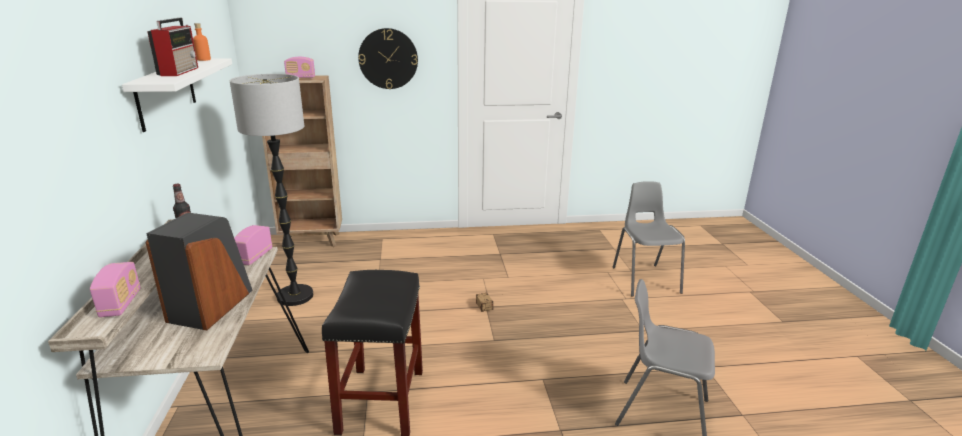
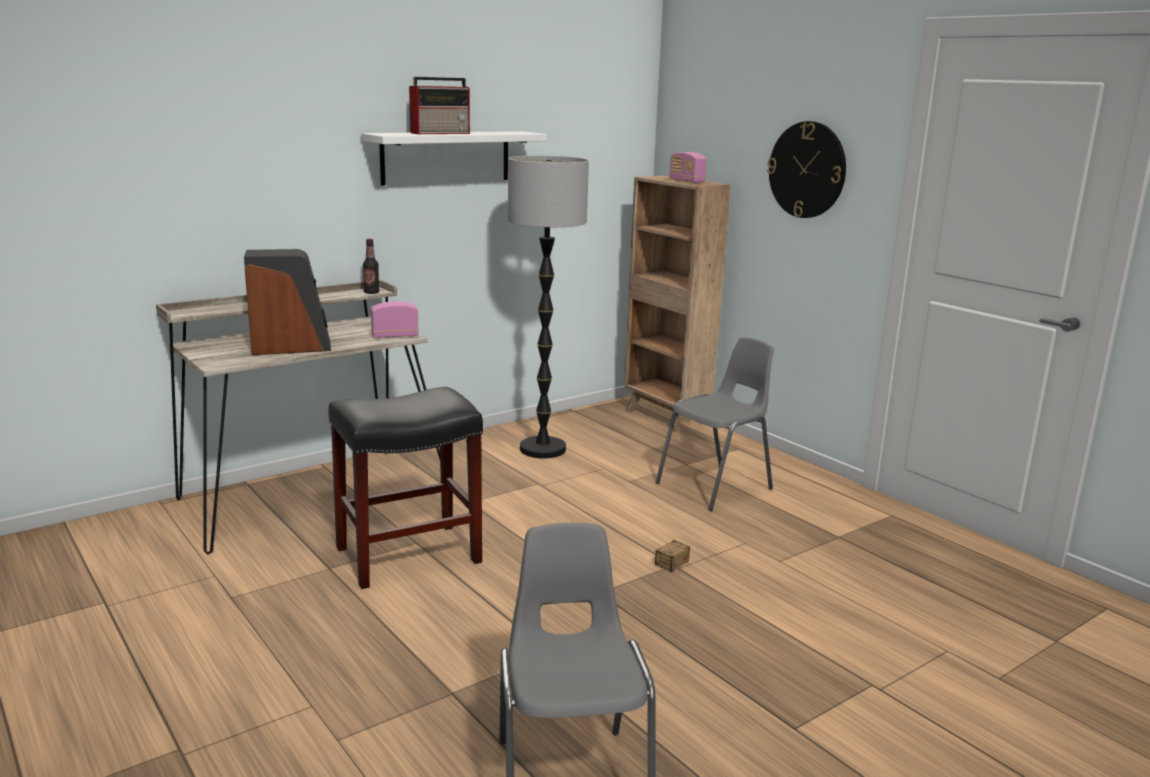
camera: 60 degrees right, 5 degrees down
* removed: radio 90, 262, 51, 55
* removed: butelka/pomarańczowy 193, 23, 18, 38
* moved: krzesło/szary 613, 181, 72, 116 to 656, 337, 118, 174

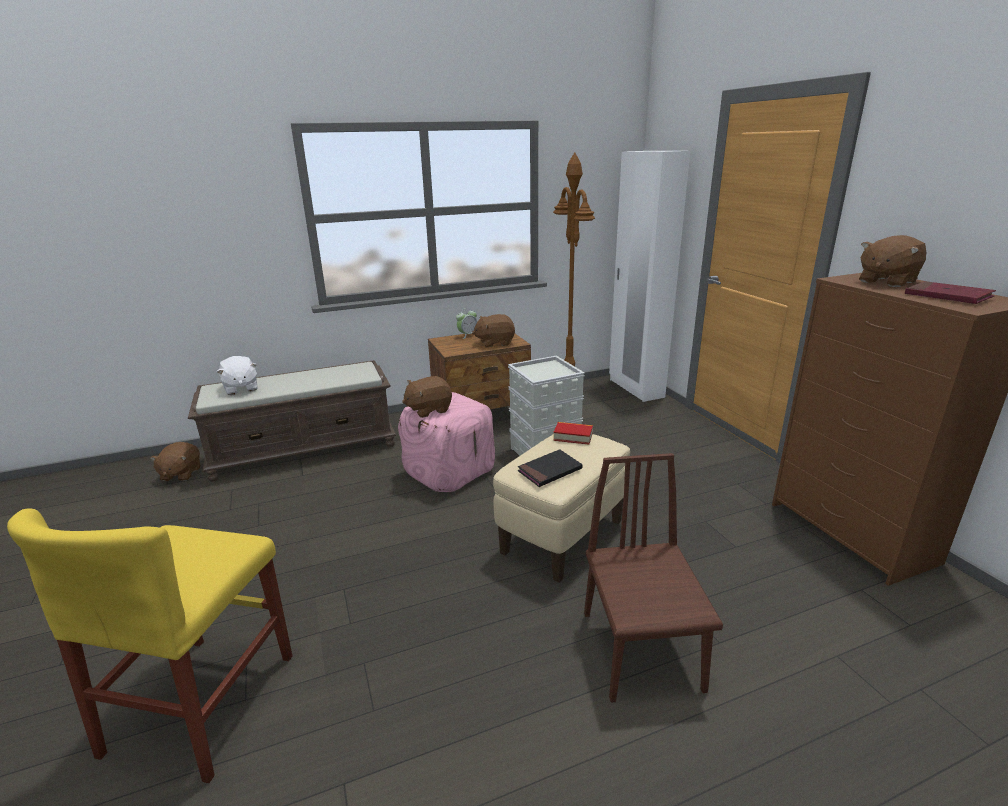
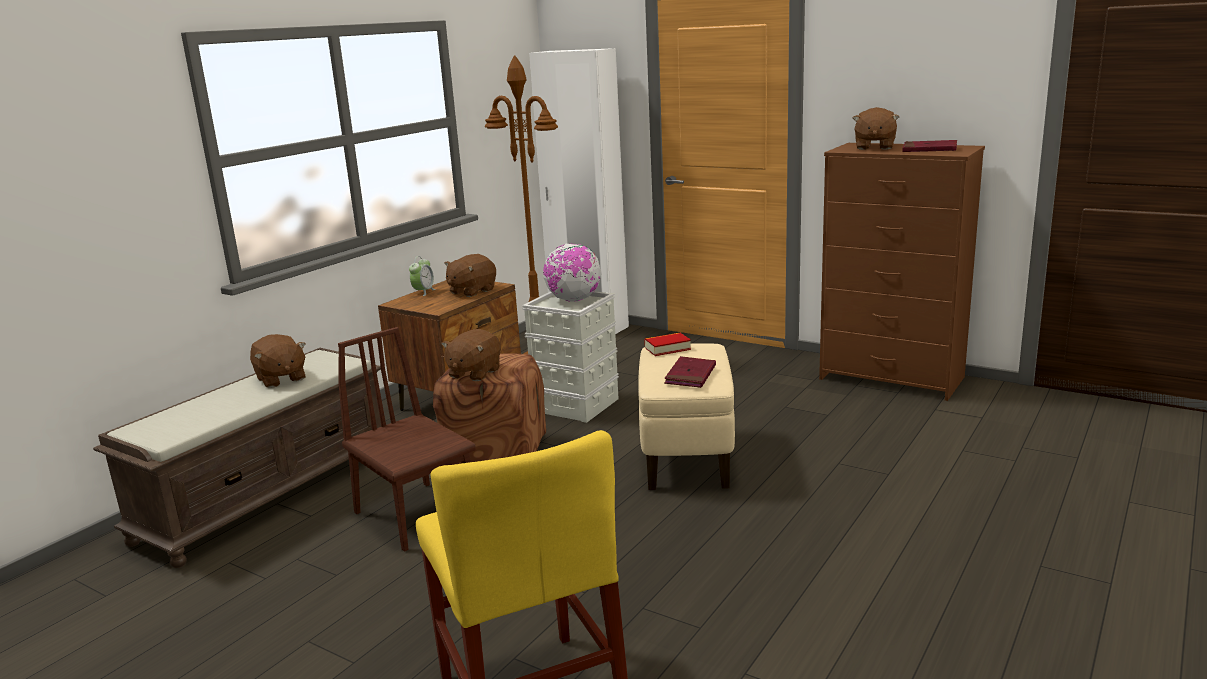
camera: 35 degrees left, 5 degrees down
* removed: pluszak/biały 217, 356, 40, 39
* added: globus 543, 244, 59, 57
* moved: pluszak/brązowy 150, 442, 50, 39 to 250, 334, 56, 54
* moved: krzesło/brązowy 584, 453, 139, 250 to 338, 327, 138, 225
* recoloured: pufa/różowy 398, 392, 97, 100 to pufa/brązowy 433, 353, 113, 112
* recoloured: książka/czarny 518, 449, 64, 38 to książka/czerwony 664, 356, 52, 32

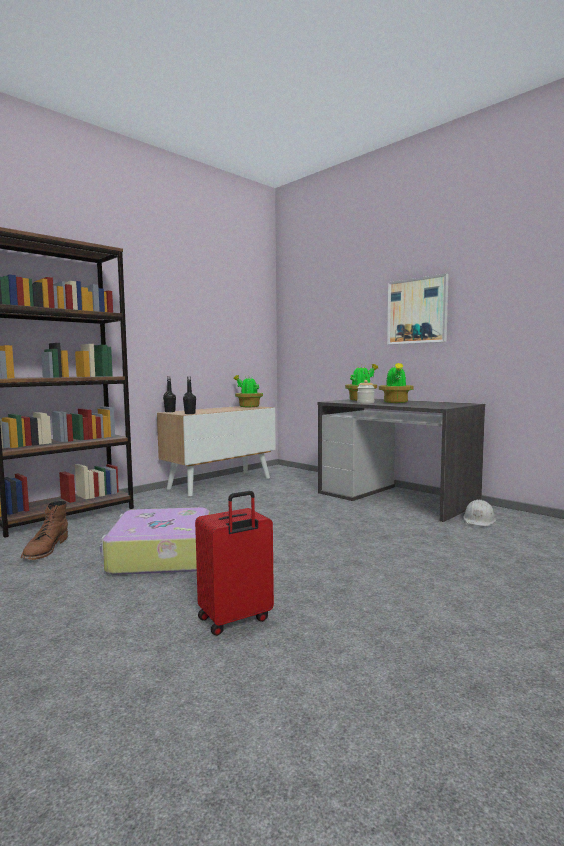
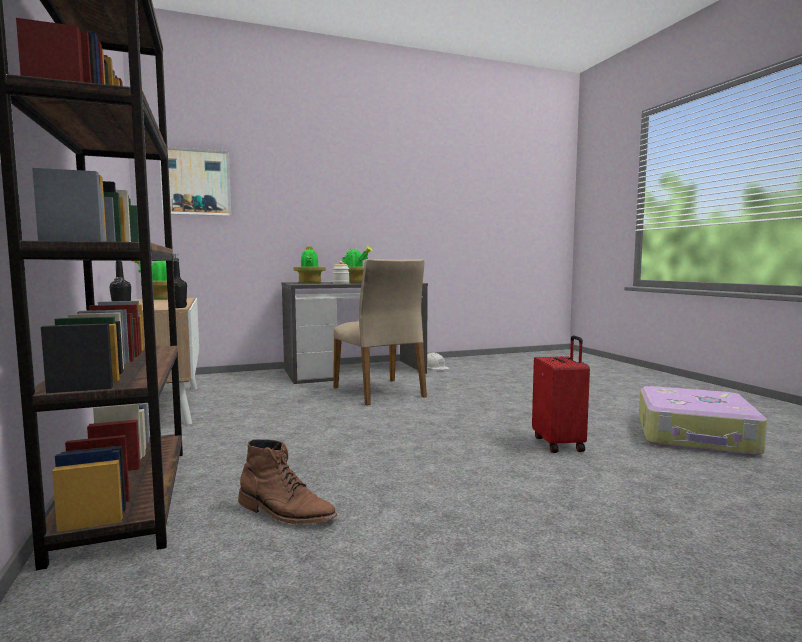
camera: 65 degrees left, 0 degrees up
* added: krzesło/beżowy 333, 259, 94, 146
* moved: walizka 100, 507, 110, 68 to 639, 386, 128, 70
* moved: obraz 387, 273, 62, 72 to 160, 147, 71, 69

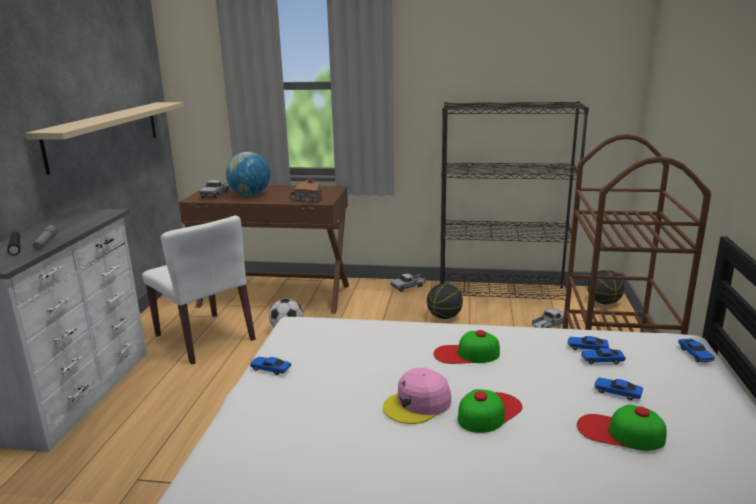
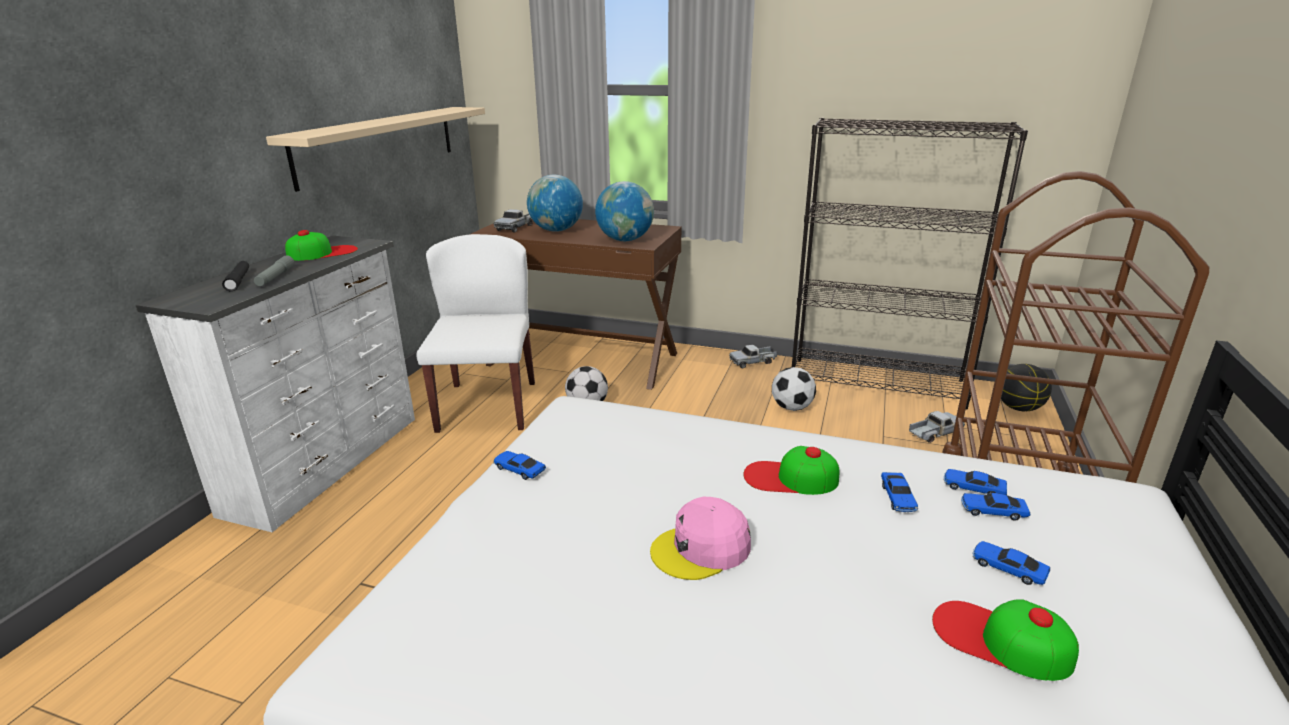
camera: 10 degrees right, 5 degrees up
* moved: czapka z daszkiem 458, 389, 65, 44 to 285, 230, 73, 31
* moved: samochodzik 678, 338, 37, 24 to 881, 472, 37, 40
* replaced: domek 290, 178, 32, 25 to globus 595, 181, 59, 60
* replaced: piłka do koszykówki 427, 283, 36, 36 to piłka futbolowa 772, 367, 44, 44
* turned: krzesło/biały 142, 215, 114, 150 = 416, 234, 119, 199 150 degrees counterclockwise

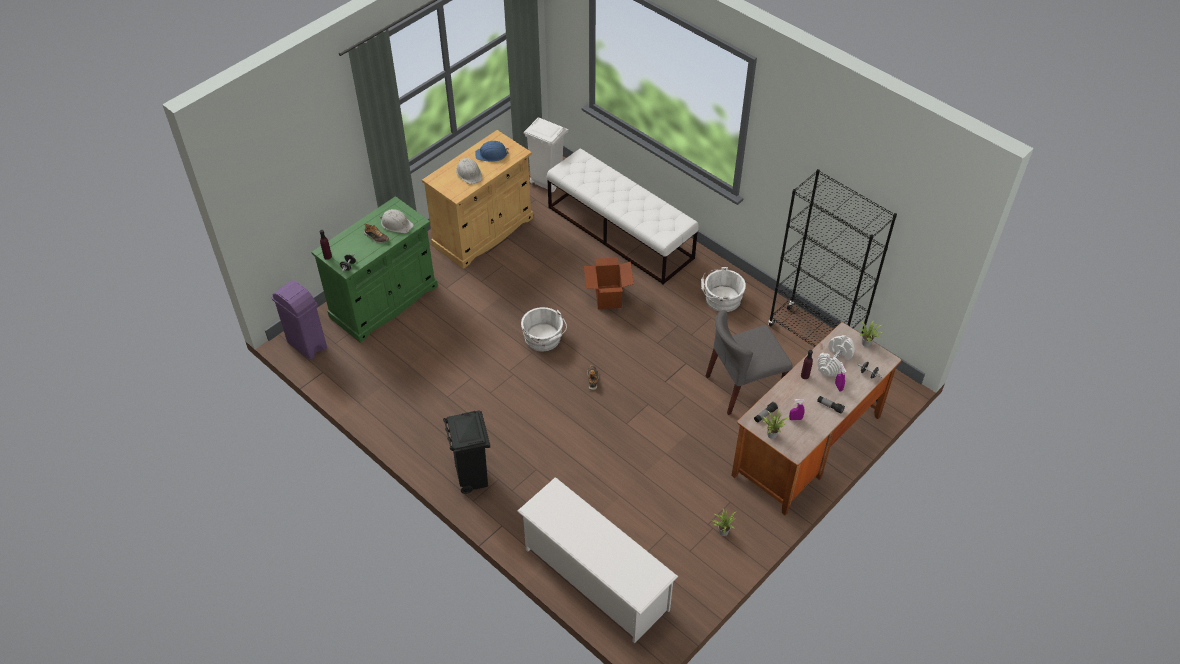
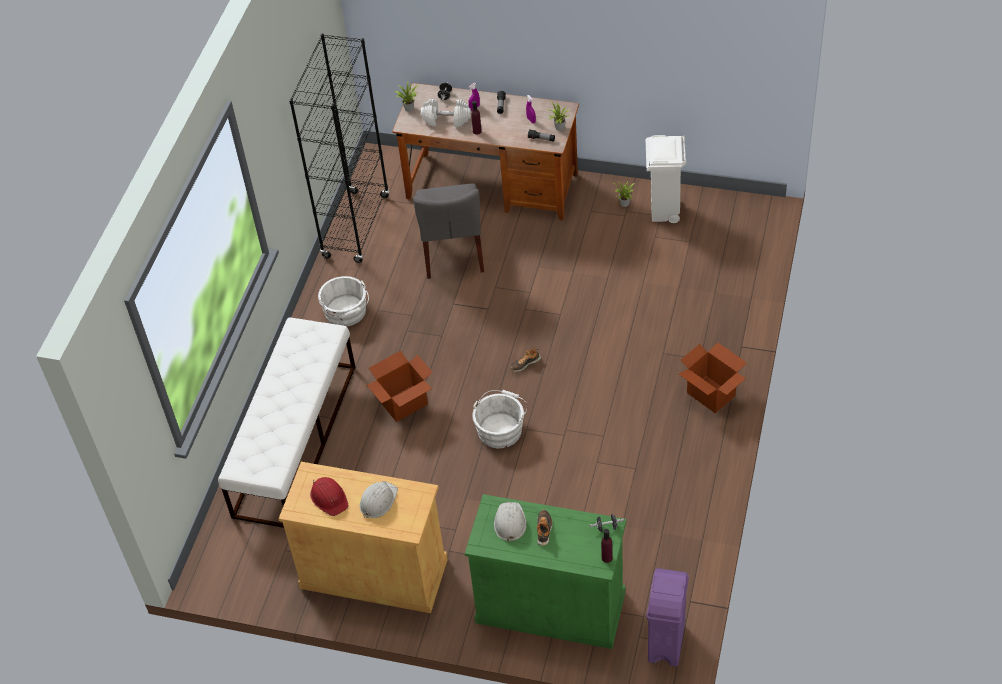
camera: 115 degrees left, 0 degrees up
* removed: regał na buty/biały 517, 477, 161, 167
* moved: kosz na śmieci/biały 524, 118, 44, 74 to 646, 135, 40, 88
* replaced: kosz na śmieci/czarny 443, 411, 47, 83 to karton 679, 343, 68, 70
* recoloured: kask/niebieski 475, 141, 34, 21 to kask/czerwony 310, 477, 39, 39
* turned: krzesło/szary 706, 310, 87, 105 = 413, 183, 71, 96 45 degrees clockwise

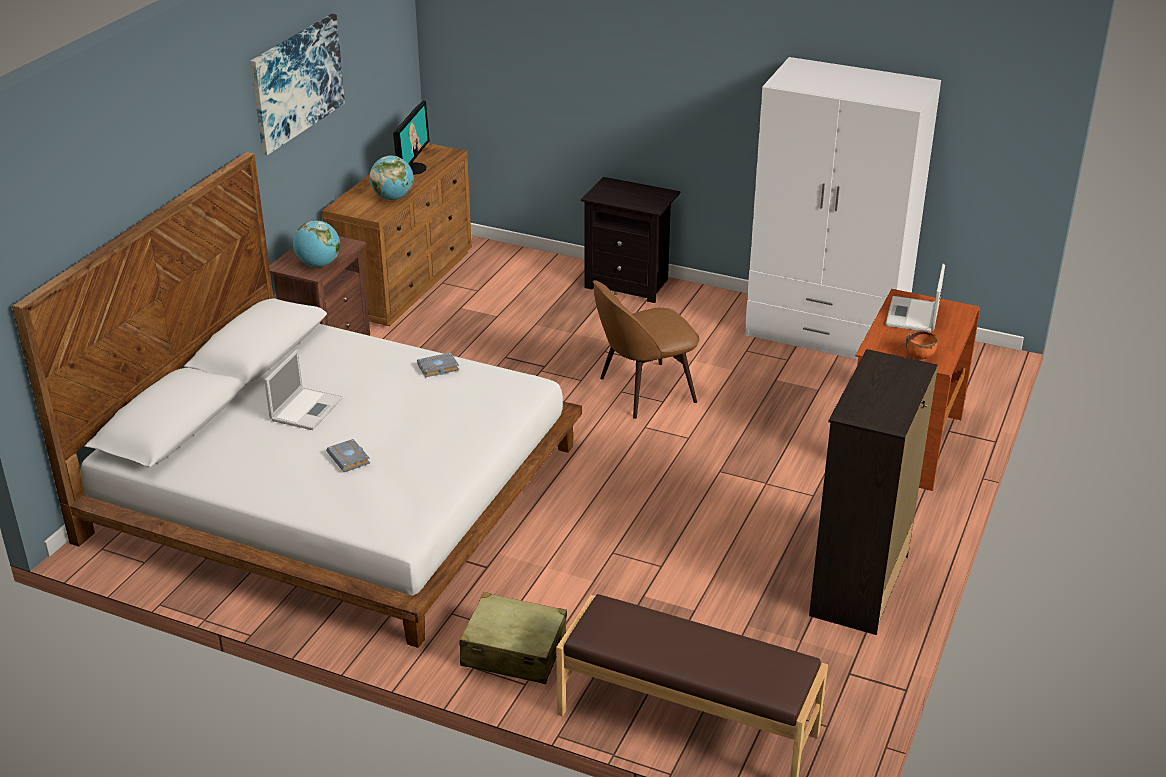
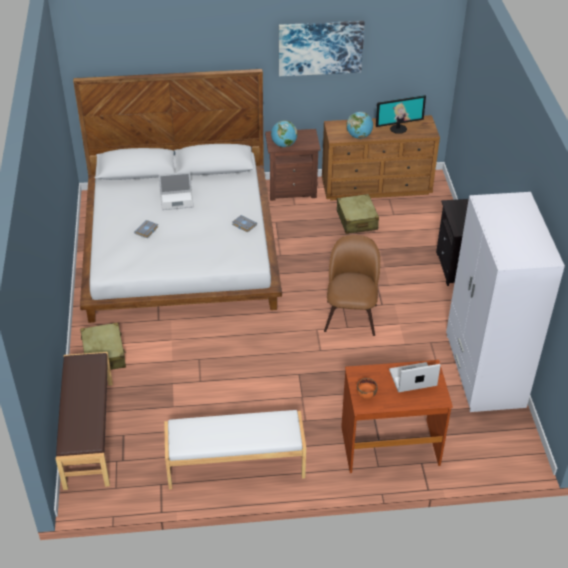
camera: 60 degrees right, 10 degrees up
* added: walizka/beżowy 337, 194, 42, 40
* replaced: komoda/czarny 809, 349, 129, 286 to ławka/biały 164, 410, 142, 80
* turned: krzesło/brązowy 593, 280, 107, 139 = 324, 235, 56, 101 60 degrees clockwise

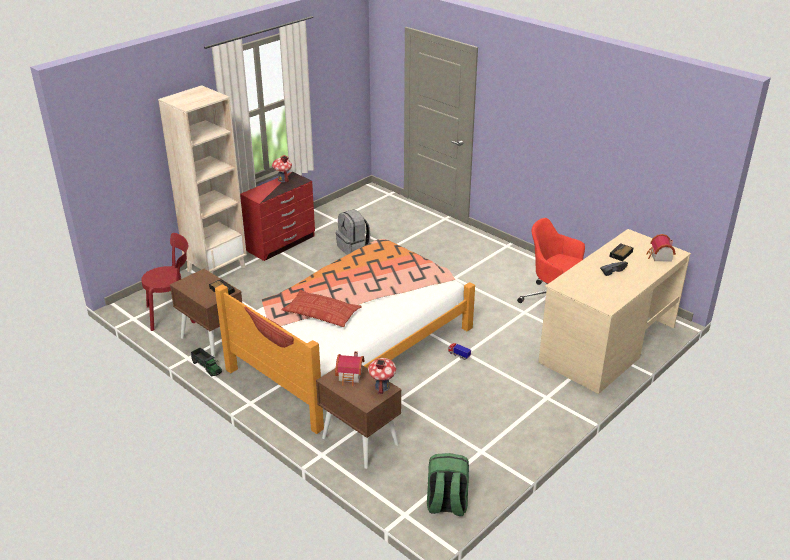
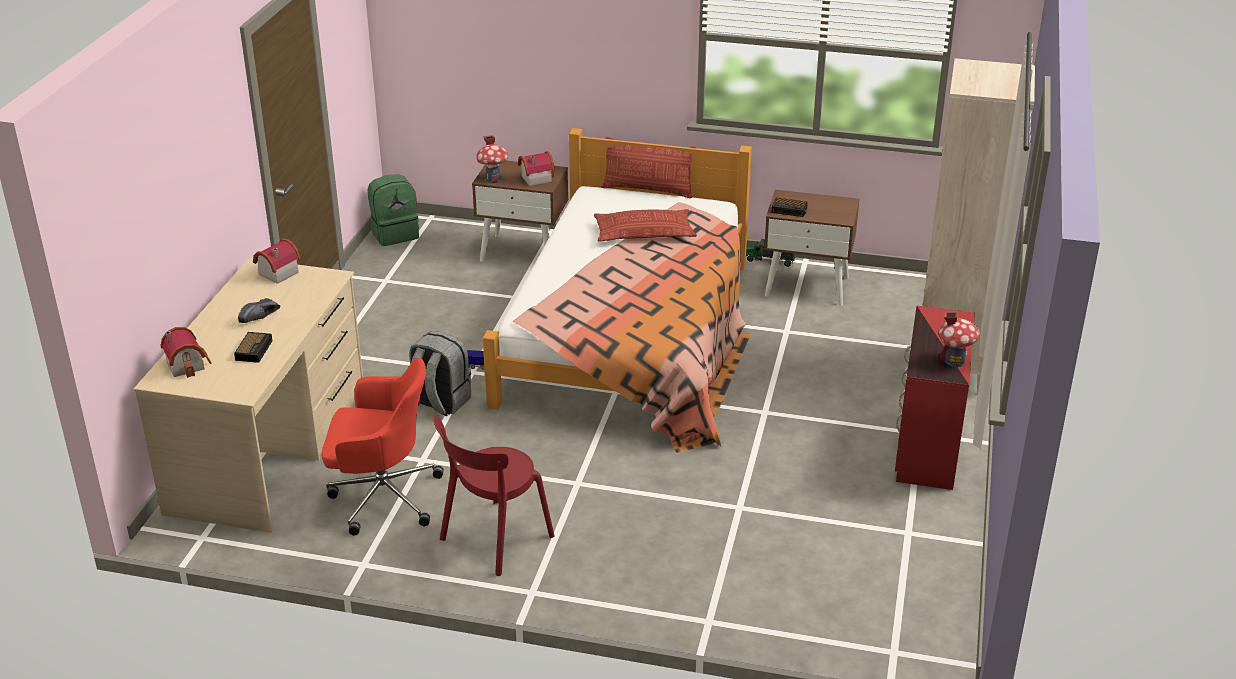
camera: 150 degrees right, 0 degrees up
* added: domek 253, 239, 48, 45
* moved: krzesło/czerwony 141, 233, 55, 98 to 434, 414, 120, 162
* moved: plecak/szary 336, 209, 34, 46 to 409, 331, 62, 85

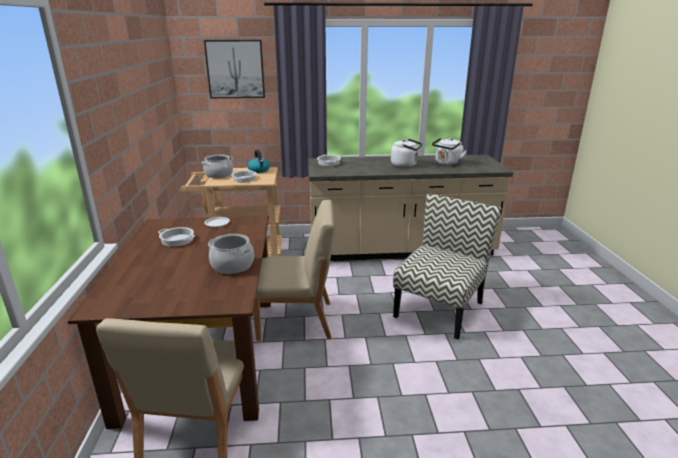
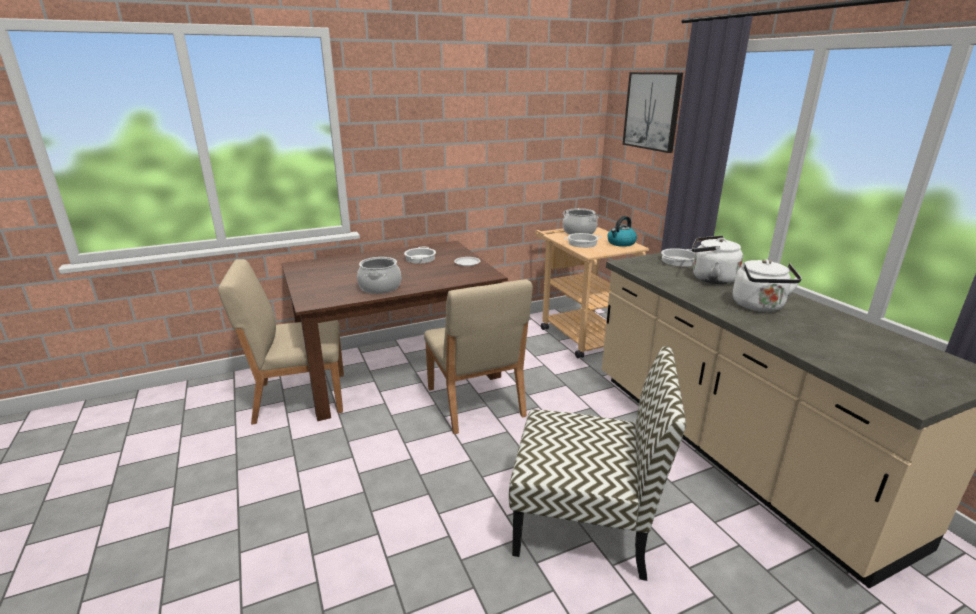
camera: 70 degrees right, 0 degrees up
* moved: czajnik/biały 432, 138, 35, 28 to 692, 236, 51, 48

